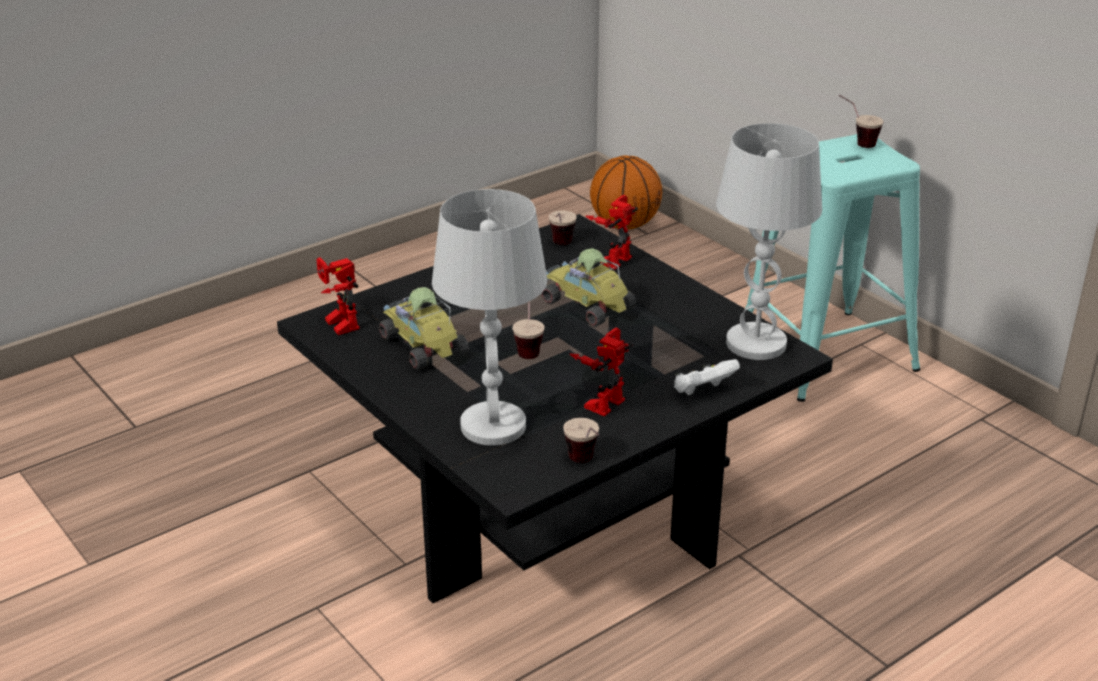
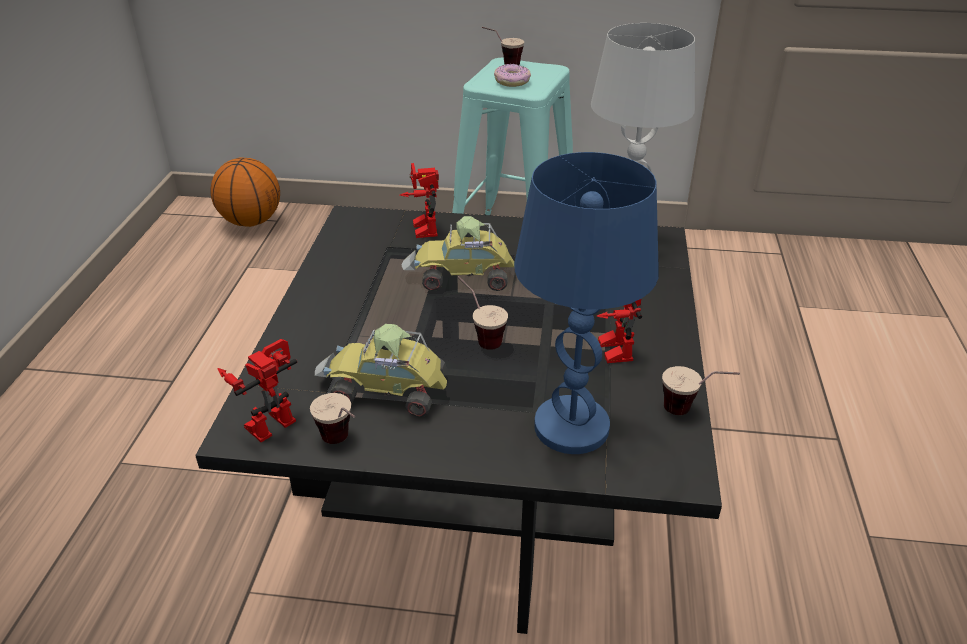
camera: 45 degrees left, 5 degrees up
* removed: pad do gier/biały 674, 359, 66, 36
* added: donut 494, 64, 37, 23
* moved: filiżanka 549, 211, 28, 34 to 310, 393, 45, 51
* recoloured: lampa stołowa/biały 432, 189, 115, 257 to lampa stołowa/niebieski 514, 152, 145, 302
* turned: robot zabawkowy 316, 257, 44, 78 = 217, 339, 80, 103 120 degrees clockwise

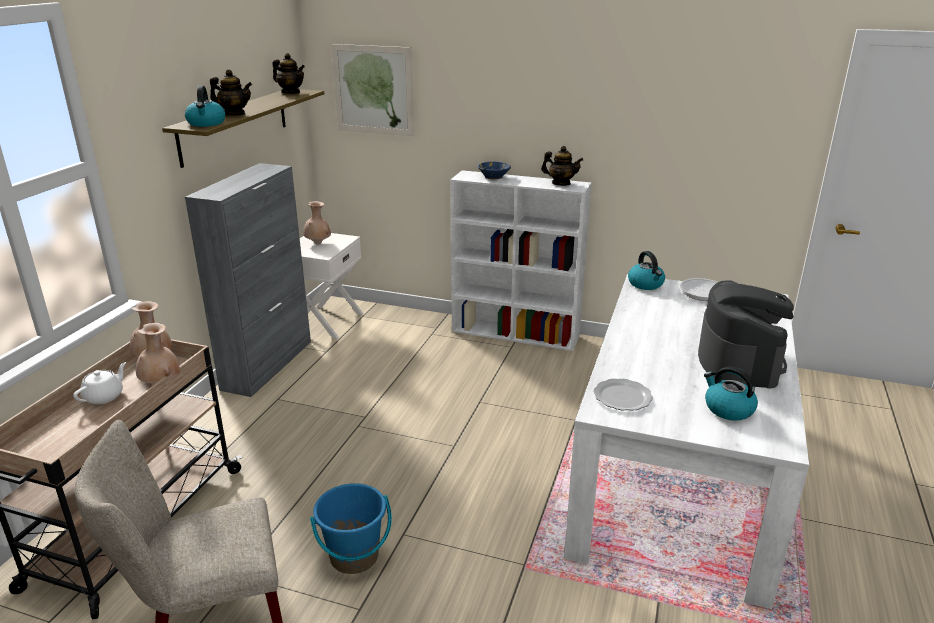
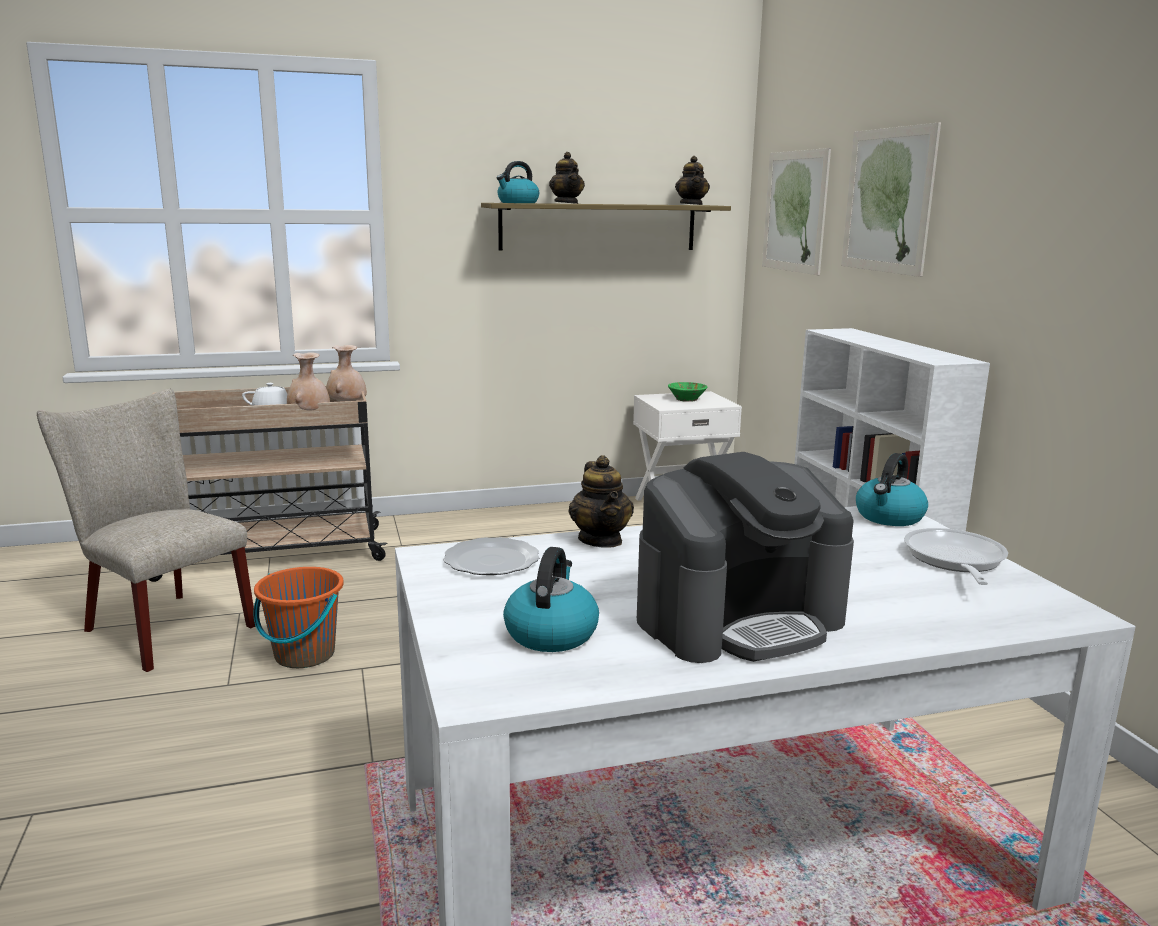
camera: 55 degrees right, 10 degrees down
* removed: szafka/szary 185, 163, 126, 234
* removed: miska/niebieski 478, 162, 33, 17
* added: obraz 841, 123, 100, 154
* moved: imbryk 541, 146, 42, 40 to 568, 455, 66, 93
* replaced: wazon/beżowy 303, 201, 28, 43 to miska/zielony 668, 382, 39, 20
* recoloured: wiadro/niebieski 310, 483, 82, 91 to wiadro/pomarańczowy 253, 567, 91, 101

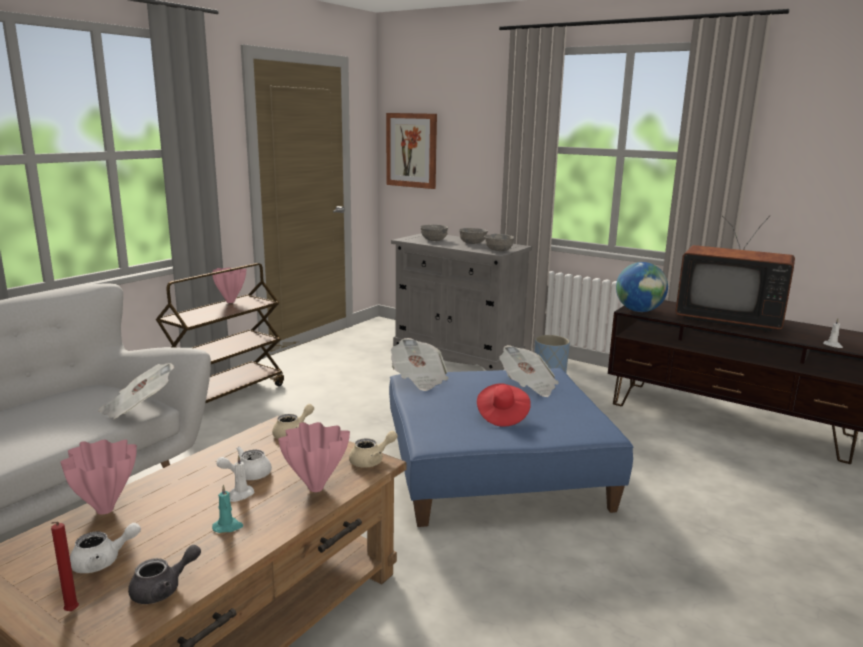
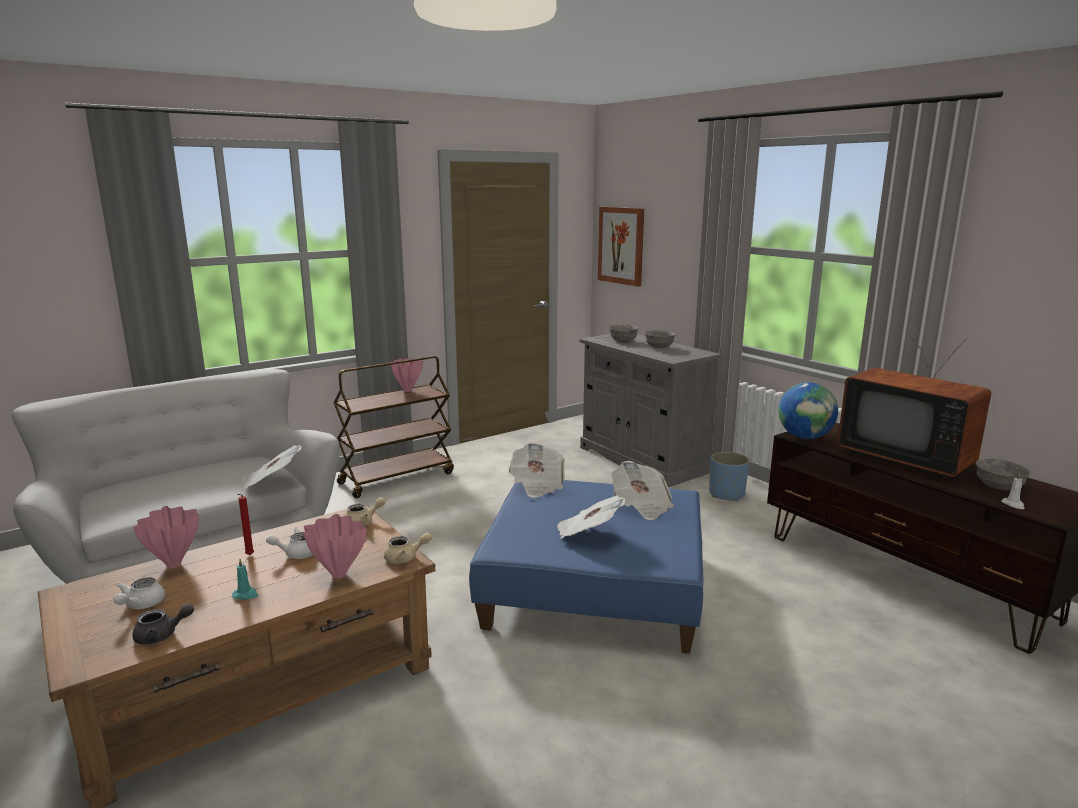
camera: 20 degrees right, 0 degrees up
* removed: świeca/biały 229, 455, 25, 47
* moved: świeca/czerwony 51, 522, 28, 89 to 238, 494, 16, 61
* moved: miska/szary 484, 234, 31, 17 to 976, 459, 54, 31
* replaced: kapelusz/czerwony 477, 383, 54, 44 to gazeta 557, 495, 68, 43
* turned: imbryk/biały 70, 523, 71, 50 = 113, 577, 52, 32 105 degrees clockwise

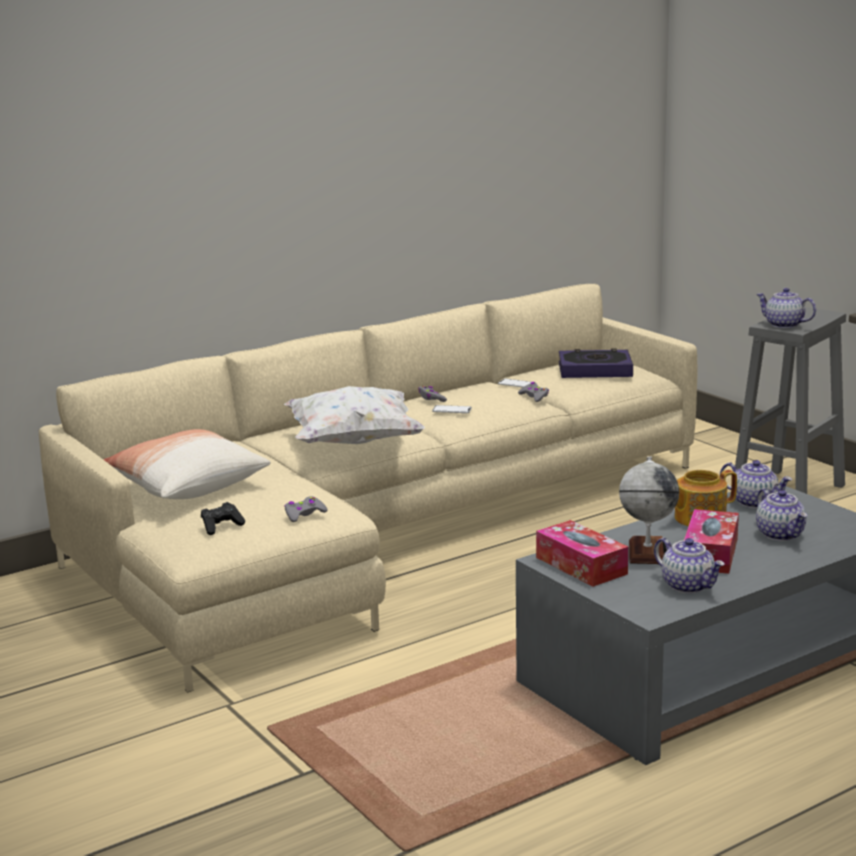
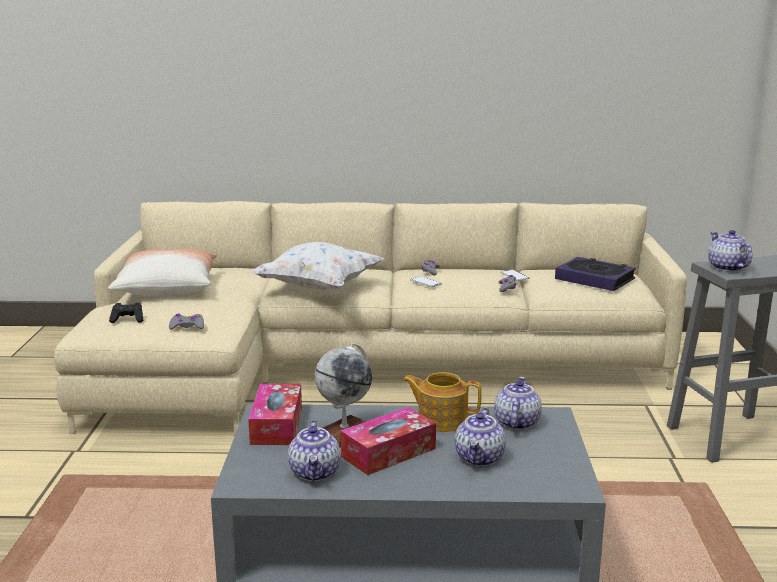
camera: 35 degrees right, 0 degrees up
* turned: imbryk 720, 460, 72, 48 = 494, 377, 48, 53 150 degrees counterclockwise

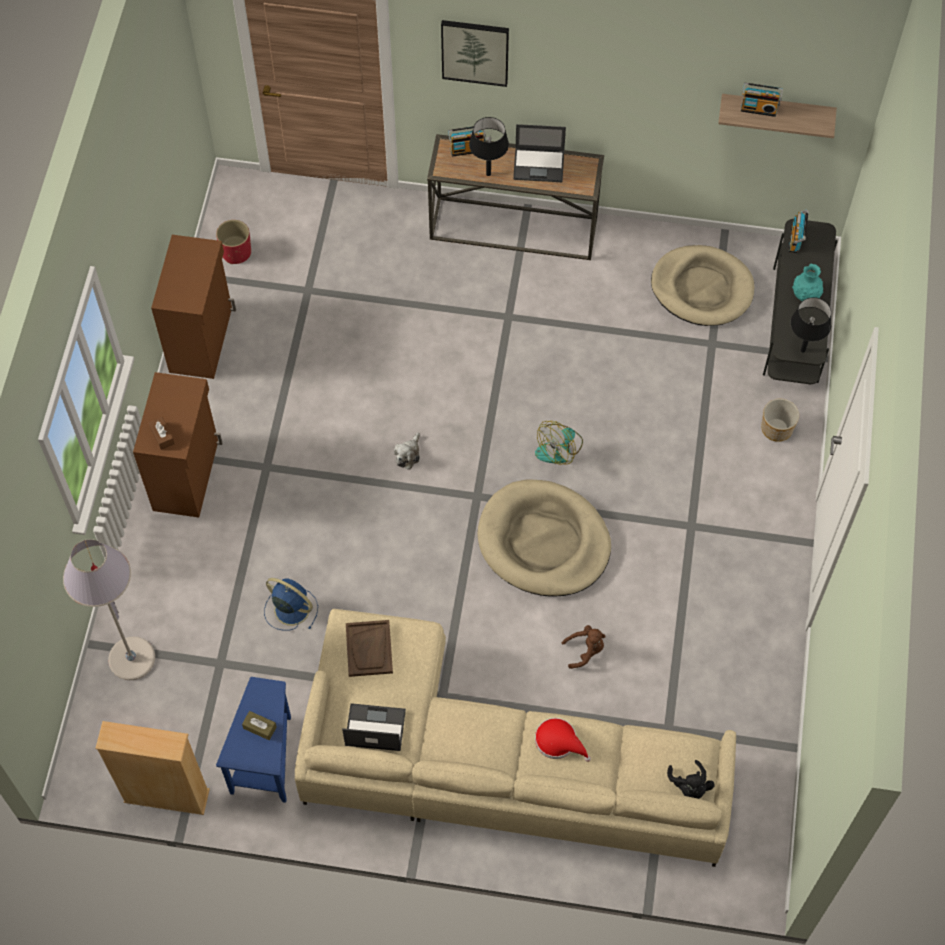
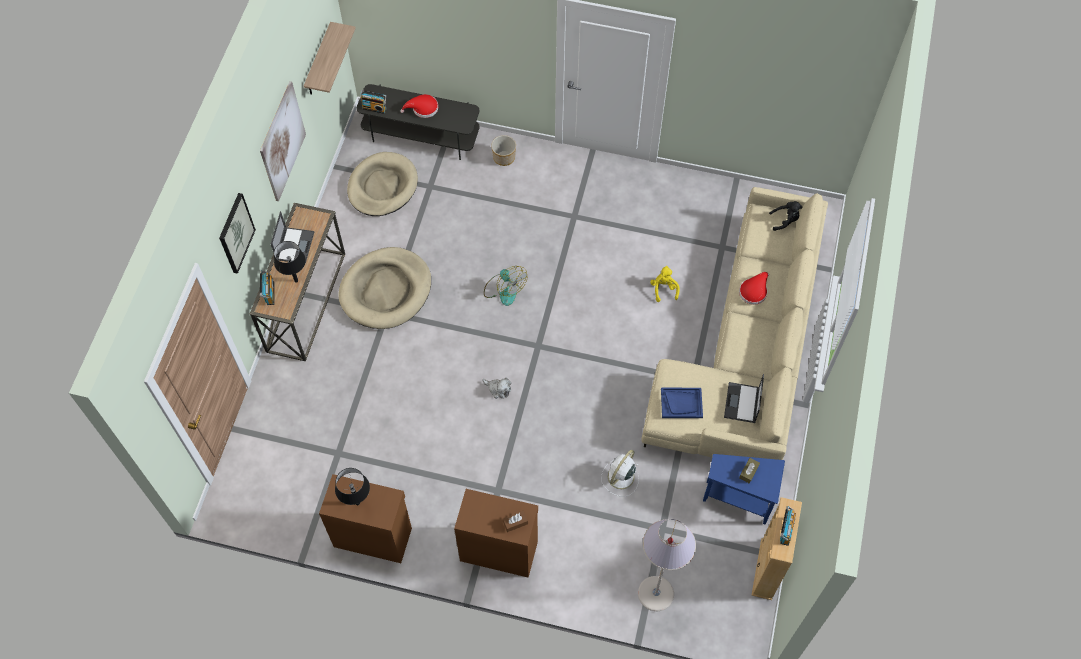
camera: 85 degrees left, 0 degrees up
* removed: donica/czerwony 216, 220, 35, 44
* added: obraz 260, 81, 46, 120
* moved: legowisko/beżowy 477, 480, 134, 117 to 338, 247, 93, 82
* moved: radio 741, 83, 42, 34 to 780, 506, 16, 40
* moved: lampa stołowa/czarny 791, 297, 40, 56 to 335, 468, 35, 37
* replaced: wazon/turkusowy 792, 264, 31, 37 to kapelusz/czerwony 400, 94, 38, 24
* recoloured: wentylator/niebieski 264, 578, 54, 53 to wentylator/biały 601, 450, 38, 47
* recoloured: taca/brązowy 346, 620, 47, 57 to taca/niebieski 661, 388, 42, 30
* recoloured: pluszak/brązowy 562, 625, 44, 44 to pluszak/żółty 650, 265, 30, 37

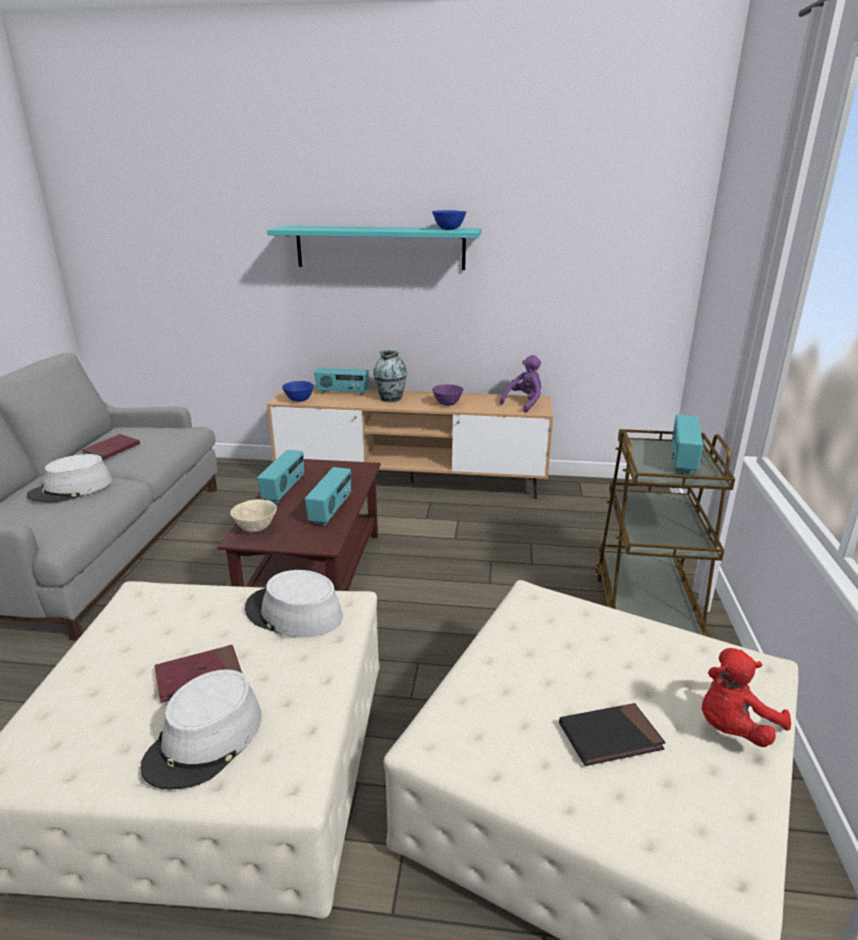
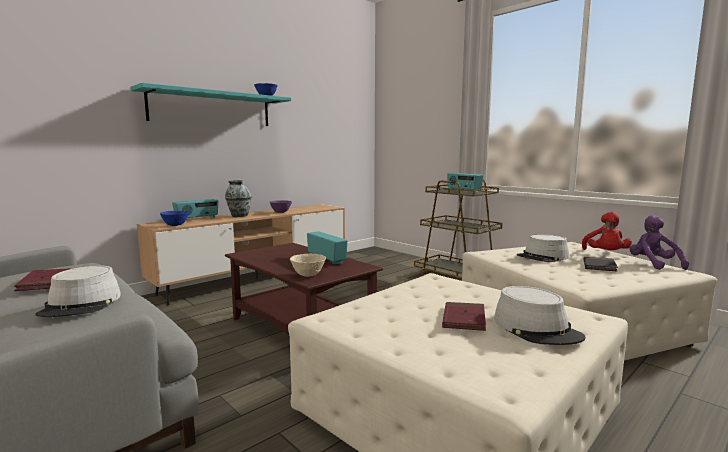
camera: 50 degrees left, 15 degrees down
* removed: radio 257, 450, 47, 54
* moved: kapelusz/szary 245, 570, 98, 68 to 517, 235, 52, 27
* moved: pluszak/fioletowy 500, 355, 41, 58 to 630, 215, 59, 55

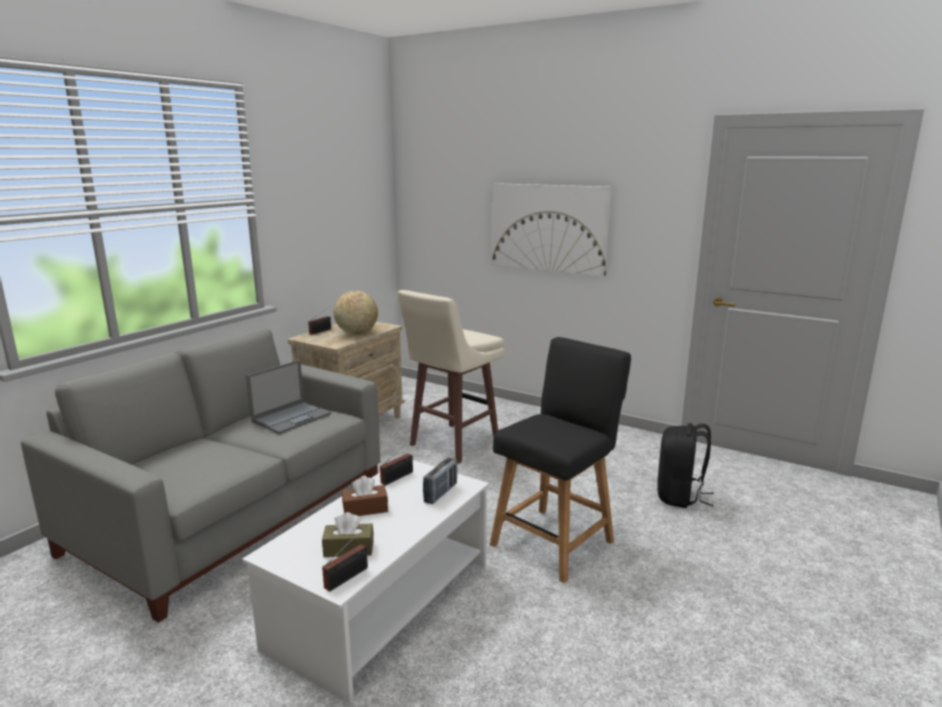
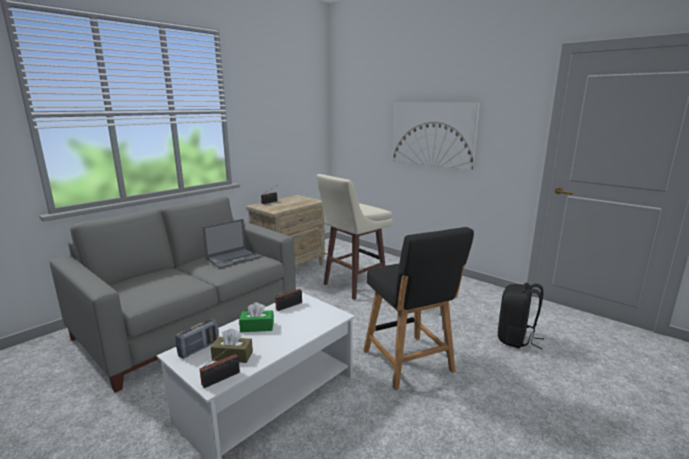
camera: 10 degrees right, 0 degrees up
* removed: globus 334, 291, 44, 44
* moved: radio 423, 457, 35, 47 to 175, 318, 44, 41
* recoloured: pudełko chusteczek/brązowy 342, 476, 46, 40 to pudełko chusteczek/zielony 239, 302, 35, 30
* turned: krzesło/czarny 490, 337, 141, 246 = 363, 227, 111, 163 105 degrees clockwise

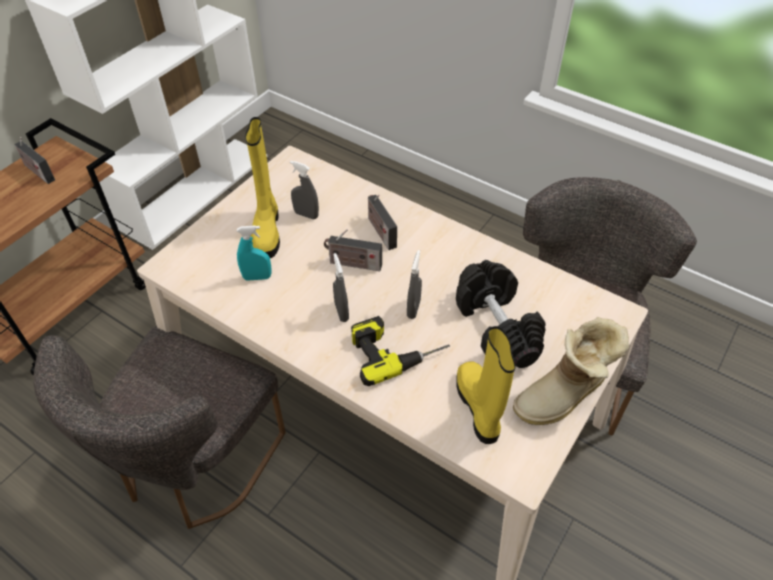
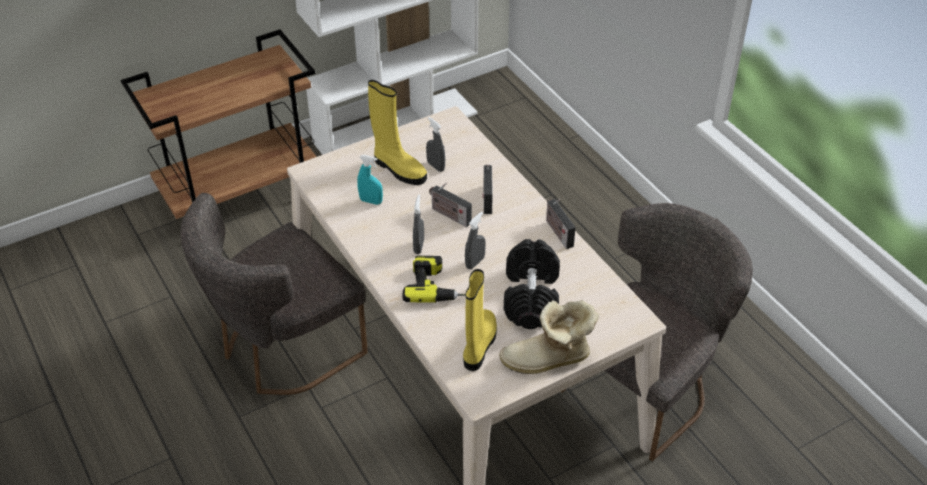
camera: 25 degrees right, 5 degrees down
* moved: radio 14, 137, 41, 47 to 546, 199, 30, 50
* turned: but z cholewką/żółty 245, 117, 35, 141 = 368, 80, 59, 105 75 degrees counterclockwise

